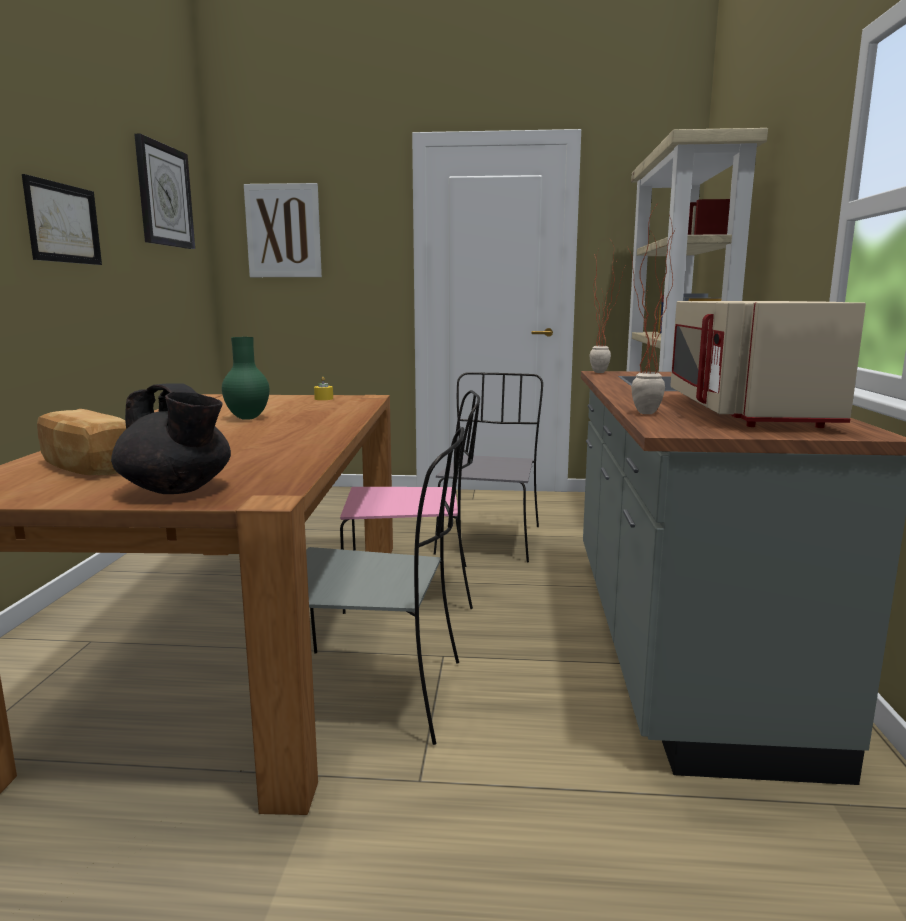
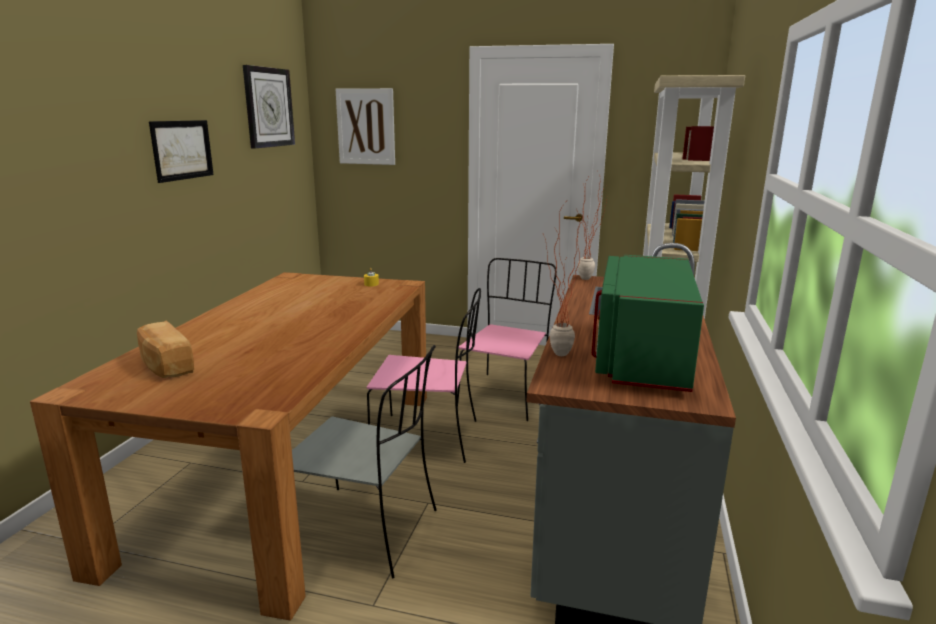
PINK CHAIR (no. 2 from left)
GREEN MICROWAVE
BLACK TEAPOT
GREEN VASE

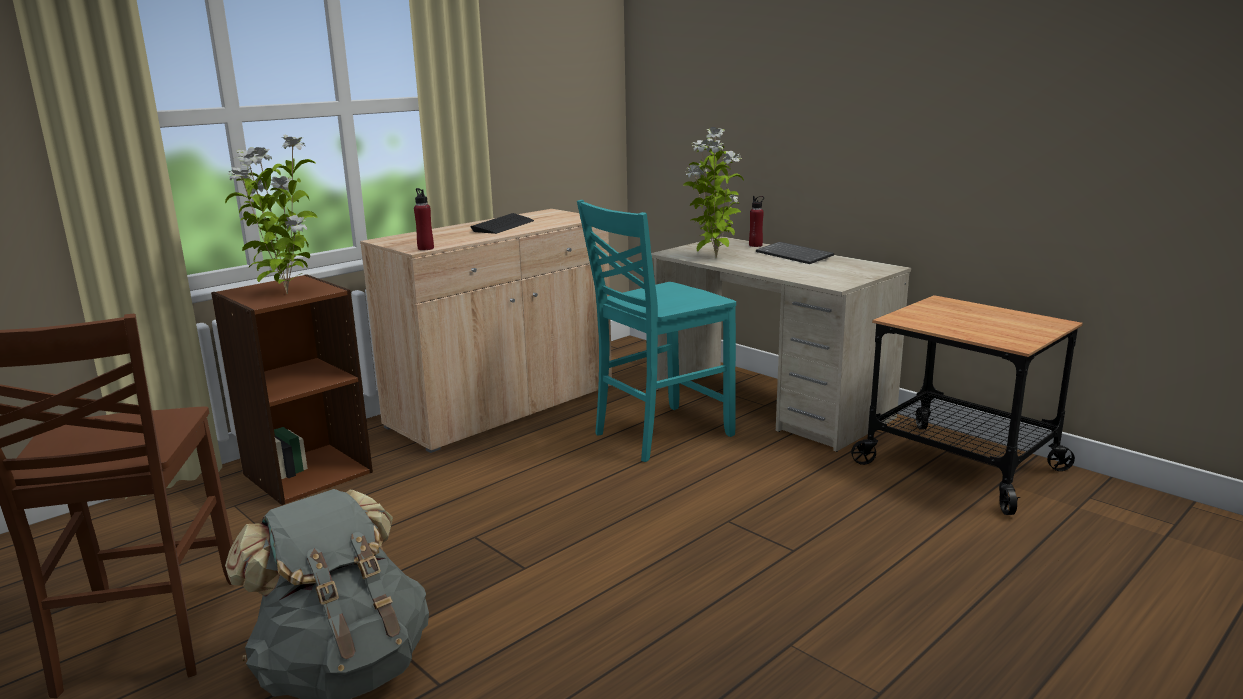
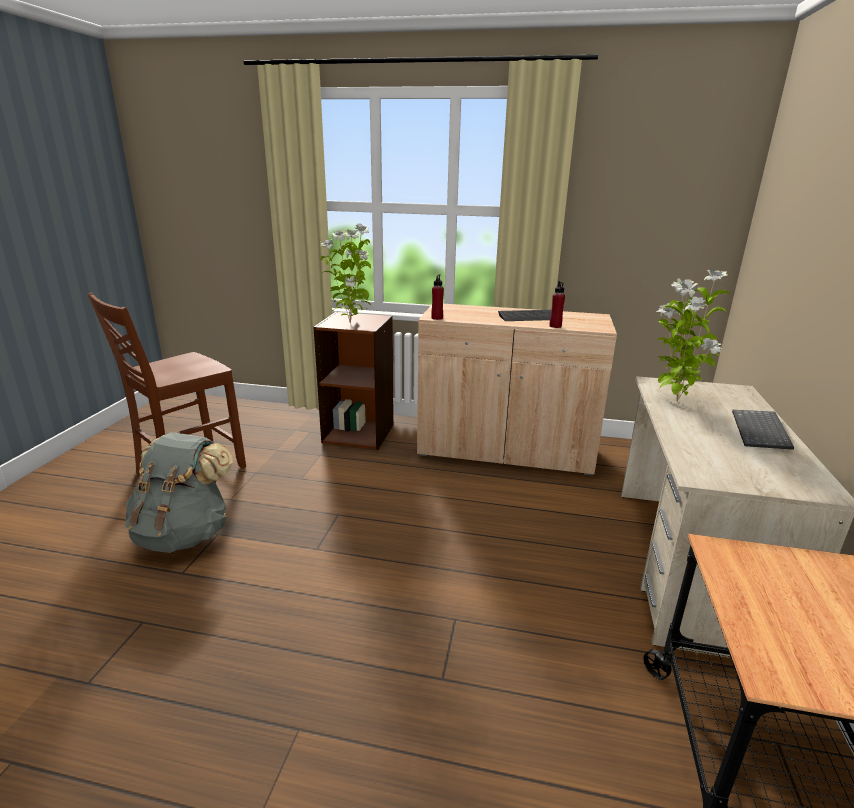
RED BOTTLE (no. 2 from left)
TURQUOISE CHAIR

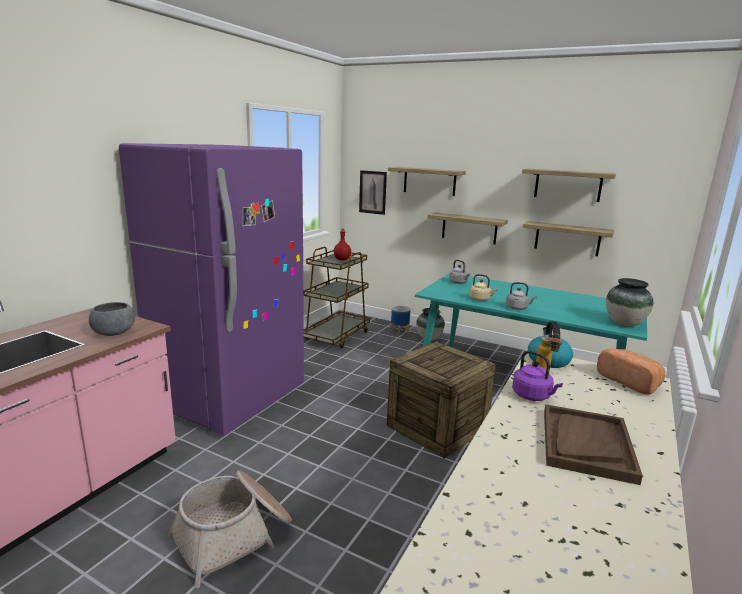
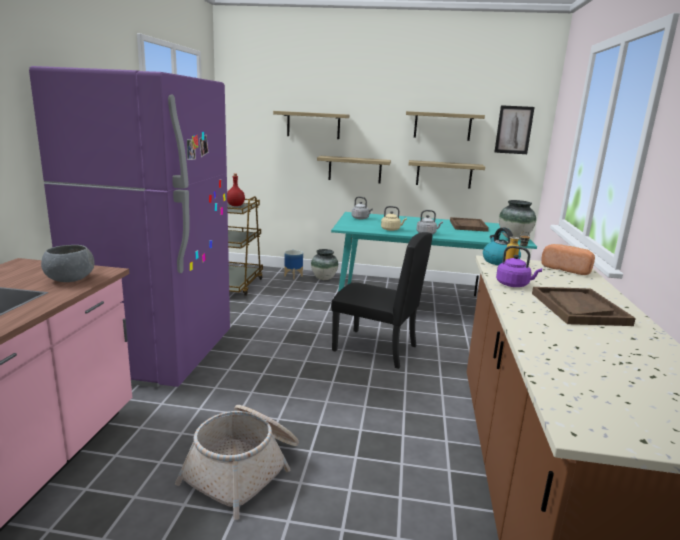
BLACK CHAIR
BROWN TRAY (no. 1 from left)
PICTURE

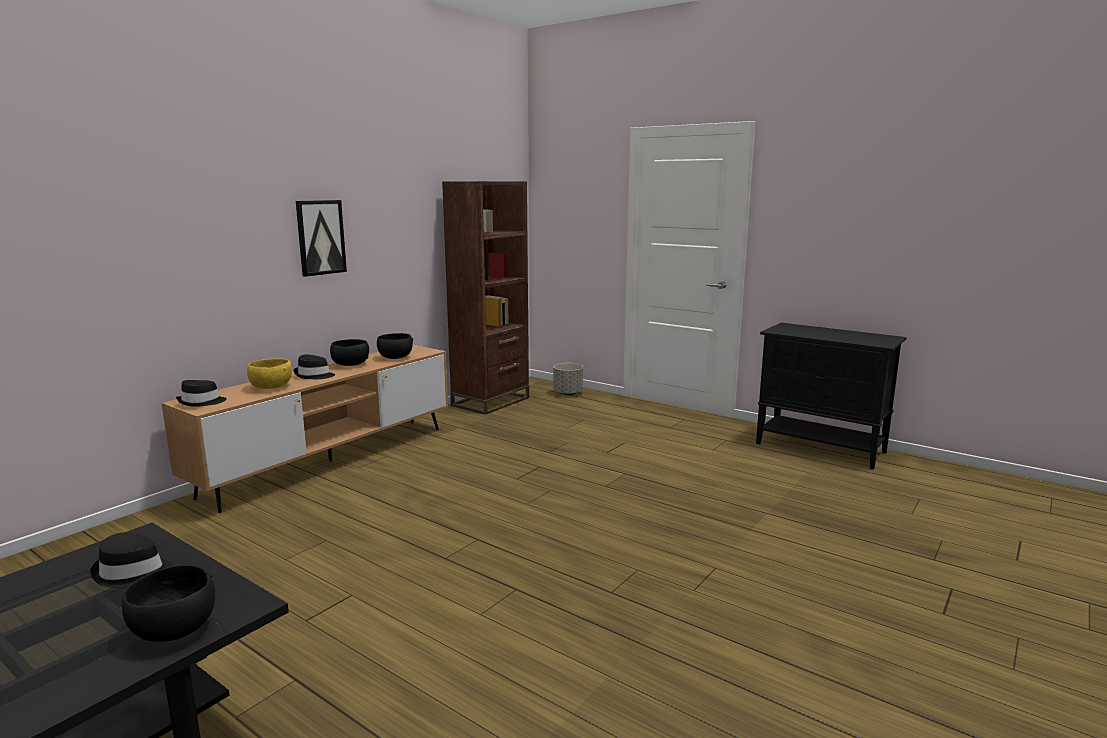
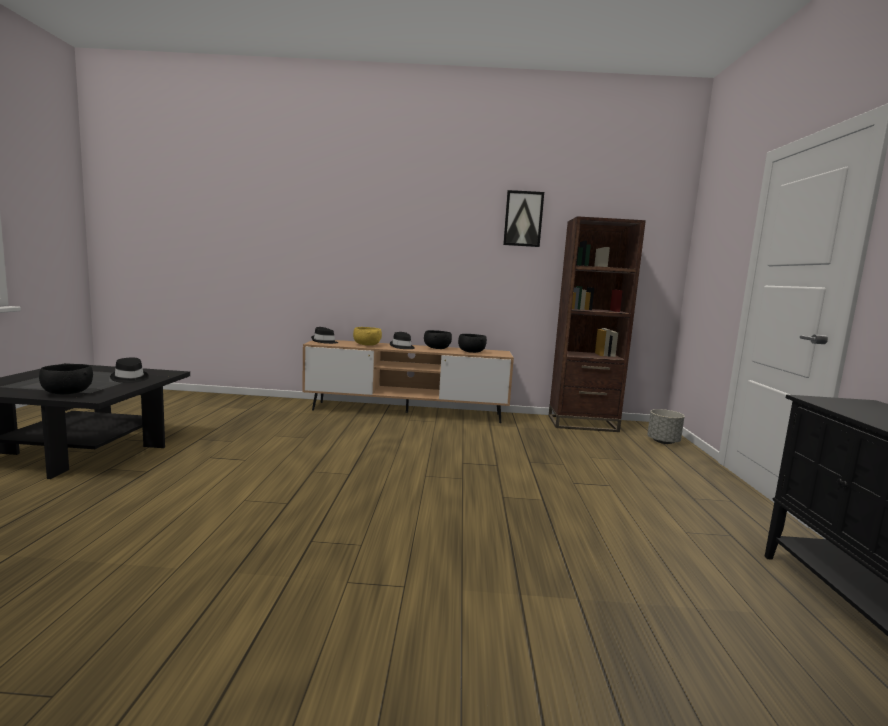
PICTURE

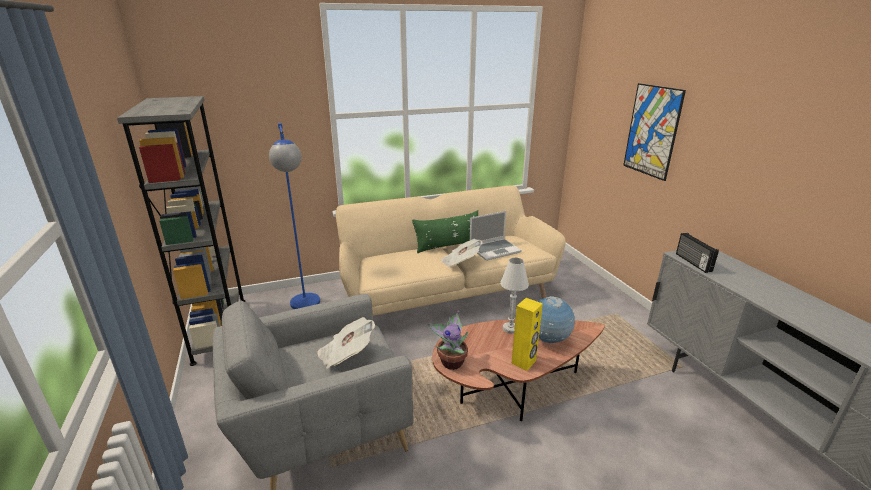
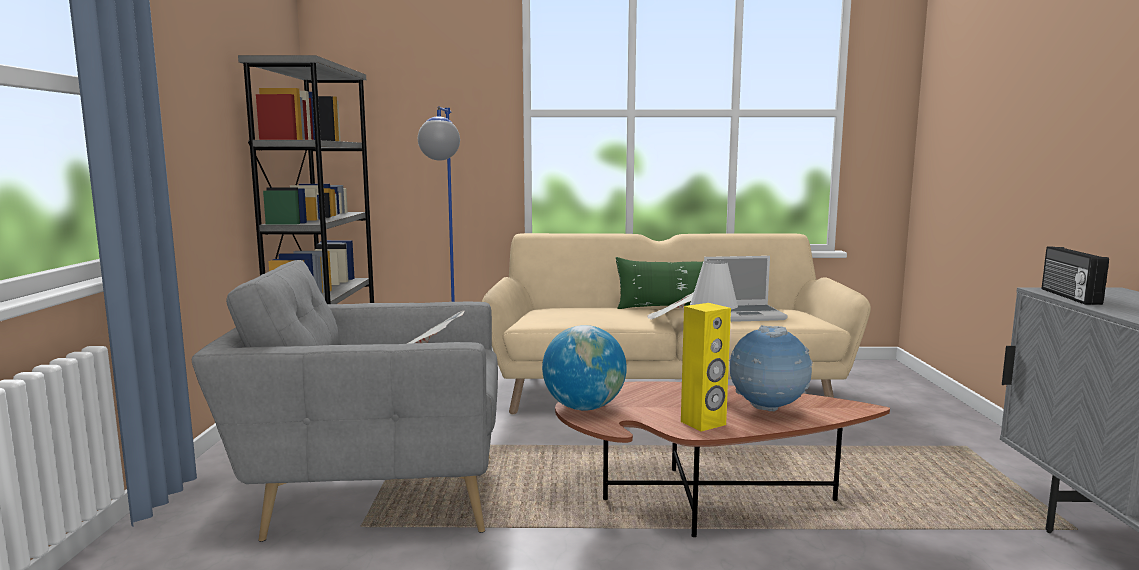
GLOBE (no. 1 from left)
PICTURE

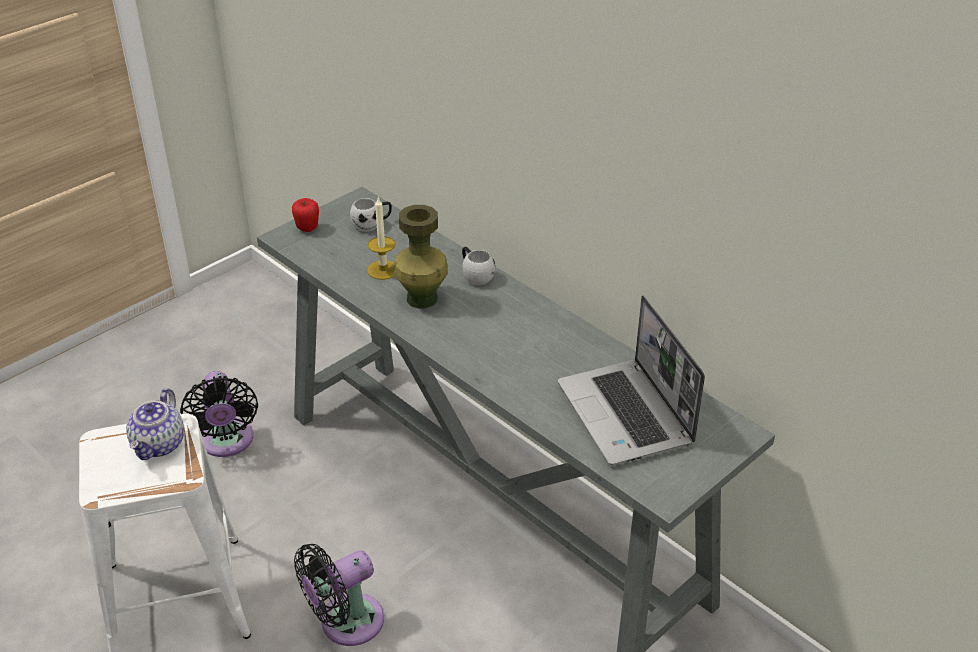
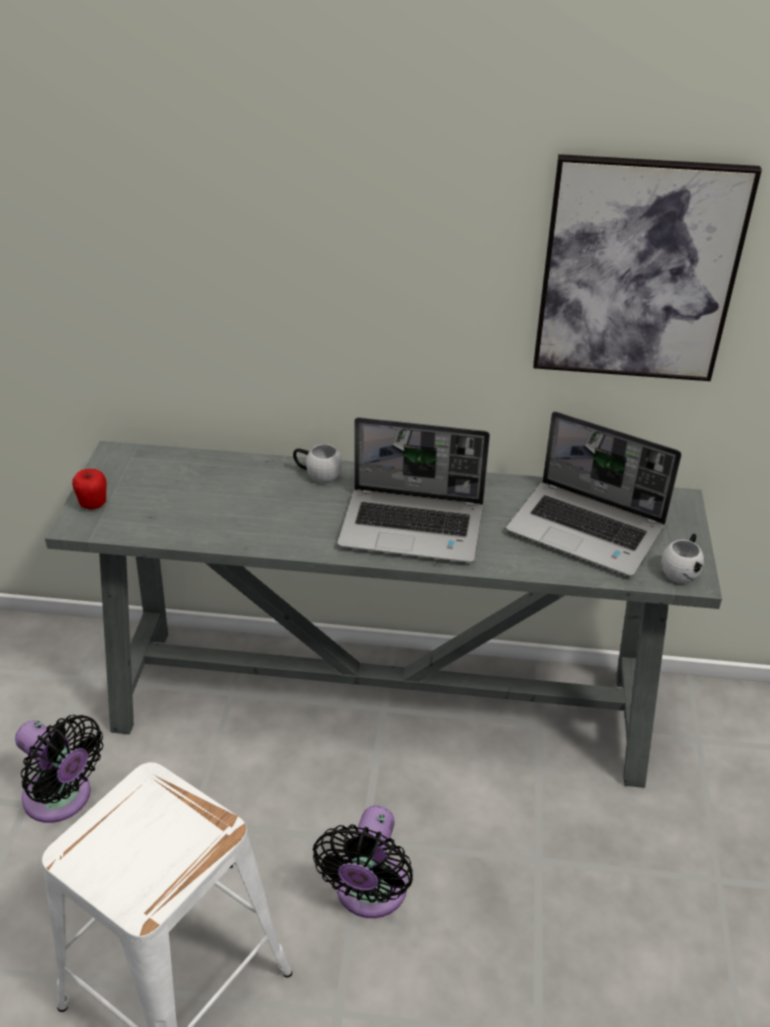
LAPTOP (no. 1 from left)
PICTURE
WHITE MUG (no. 2 from left)
TEAPOT
CANDLE
GREEN VASE

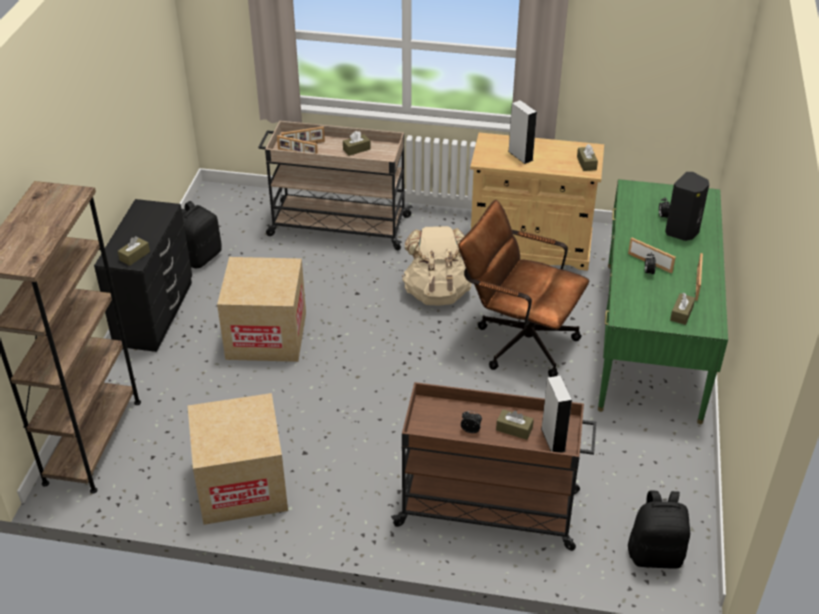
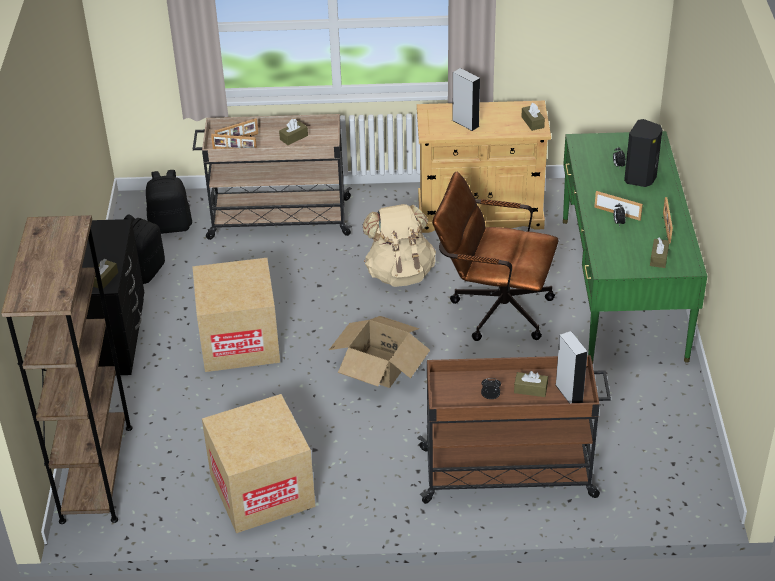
BLACK BACKPACK (no. 2 from left)
CARDBOARD BOX (no. 3 from left)

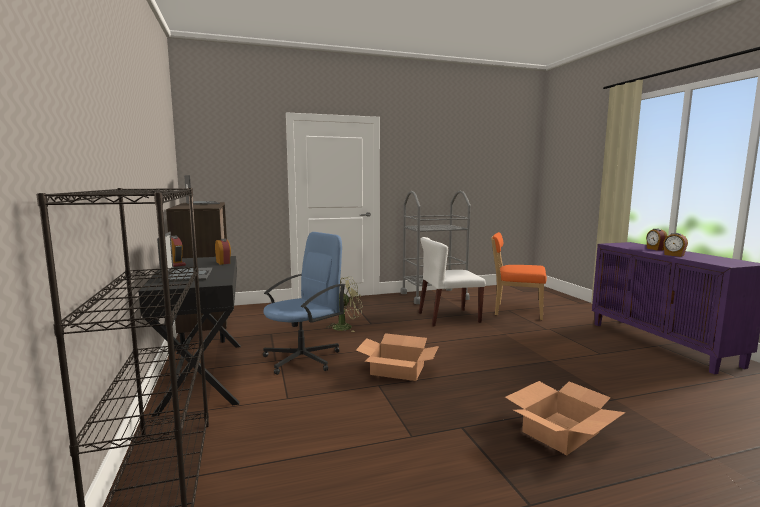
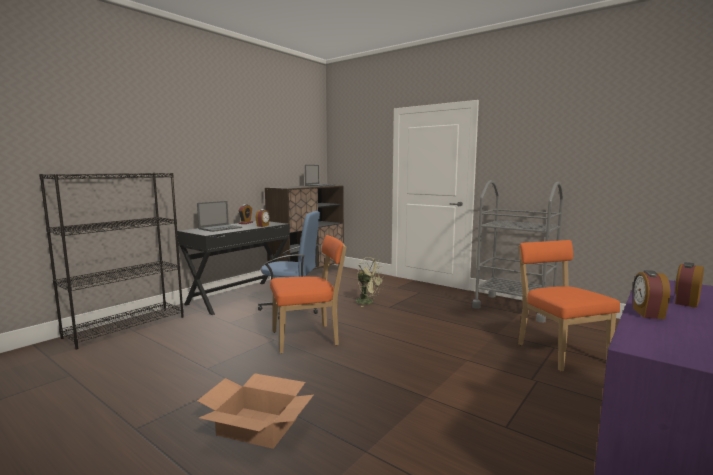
ORANGE CHAIR (no. 1 from left)
WHITE CHAIR

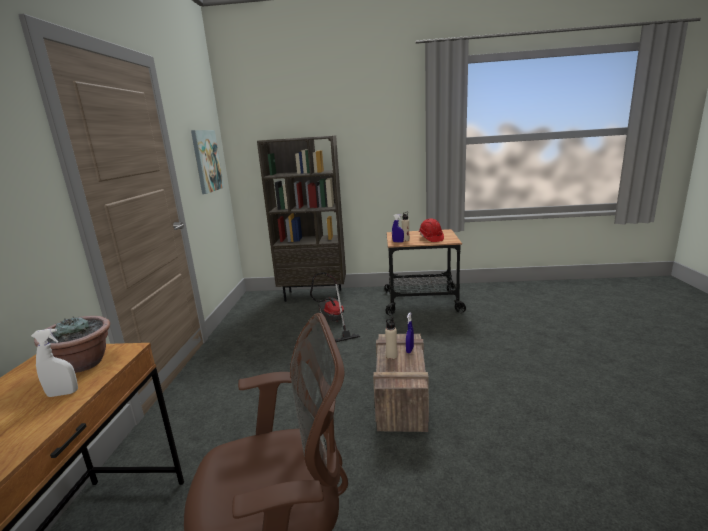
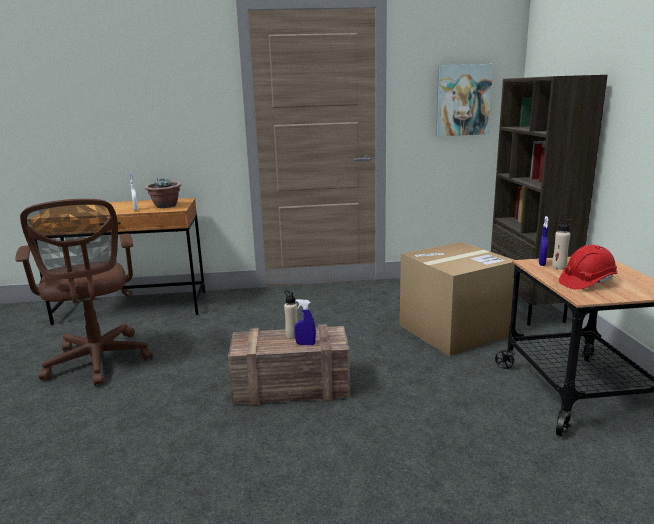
CARDBOARD BOX

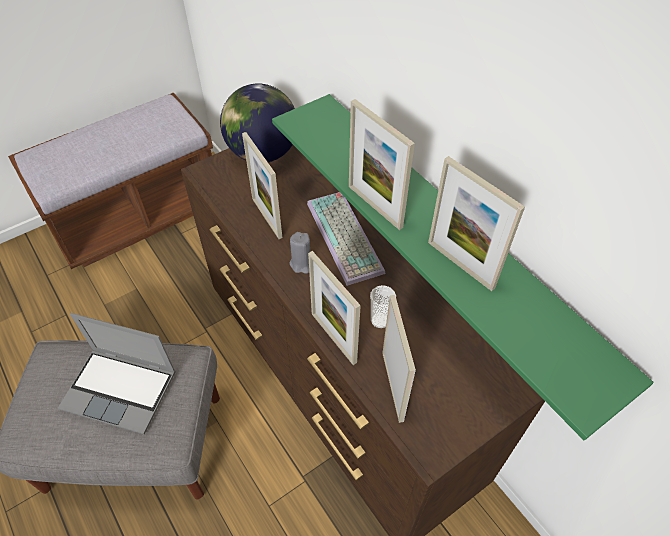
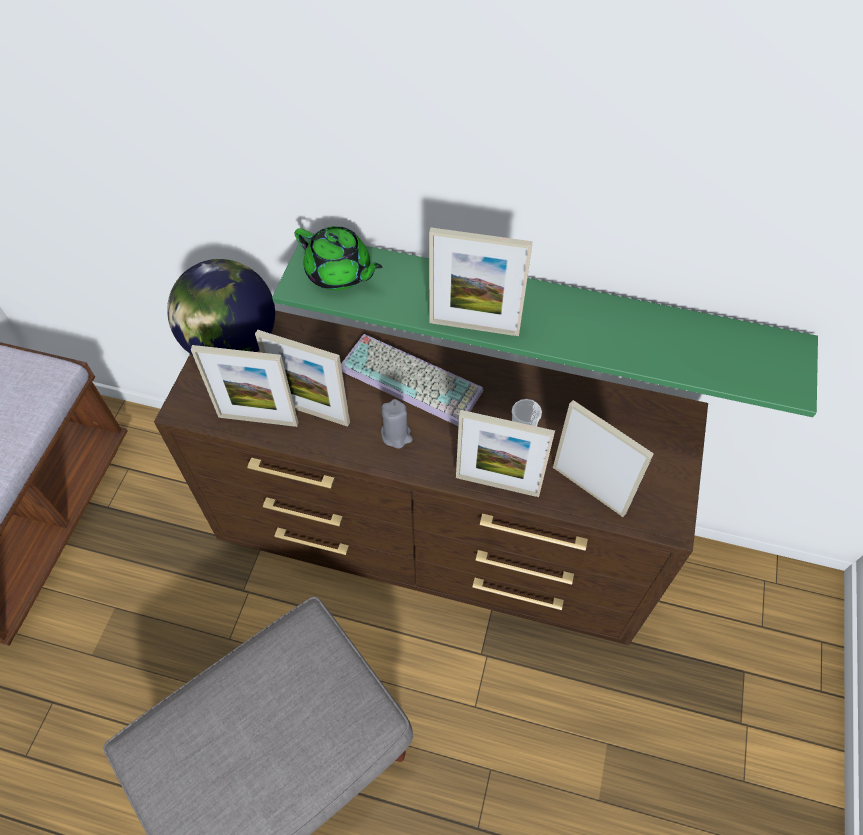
PICTURE FRAME (no. 1 from left)
GREEN TEAPOT
LAPTOP

